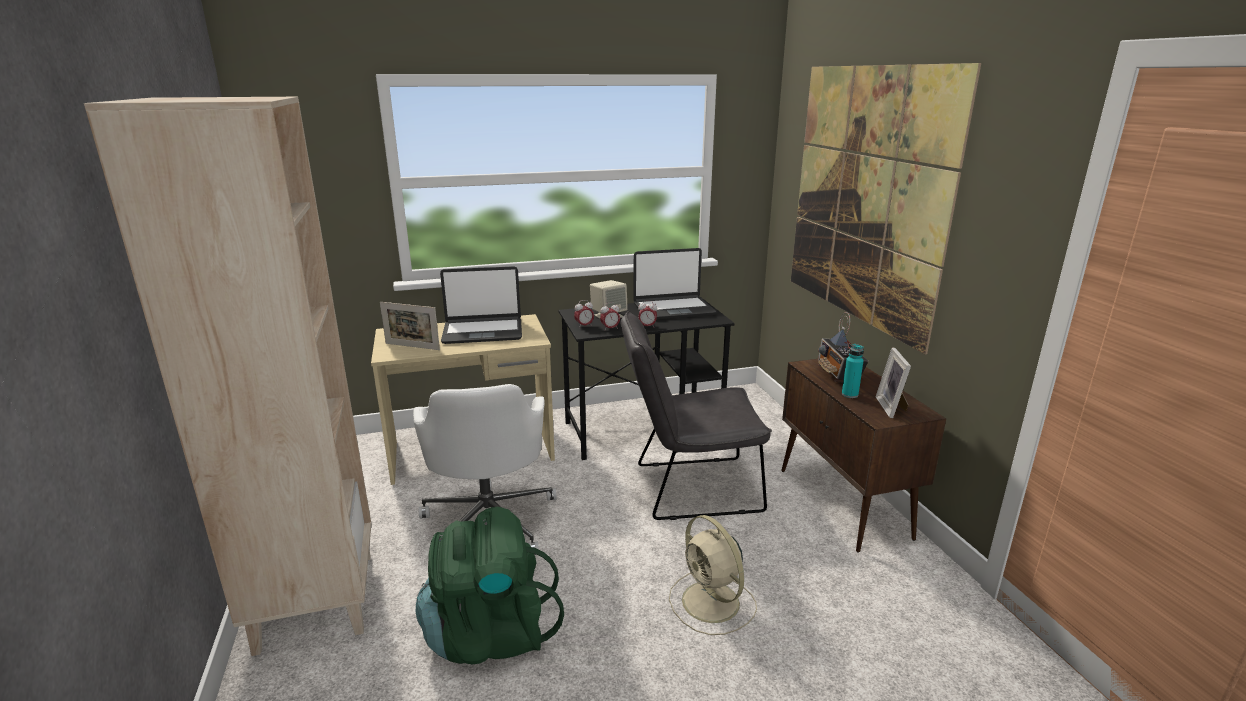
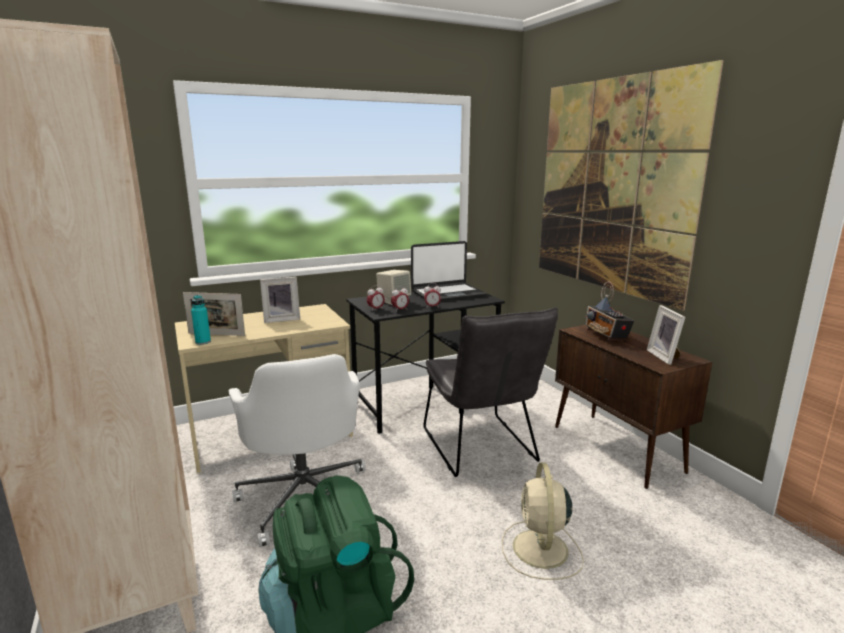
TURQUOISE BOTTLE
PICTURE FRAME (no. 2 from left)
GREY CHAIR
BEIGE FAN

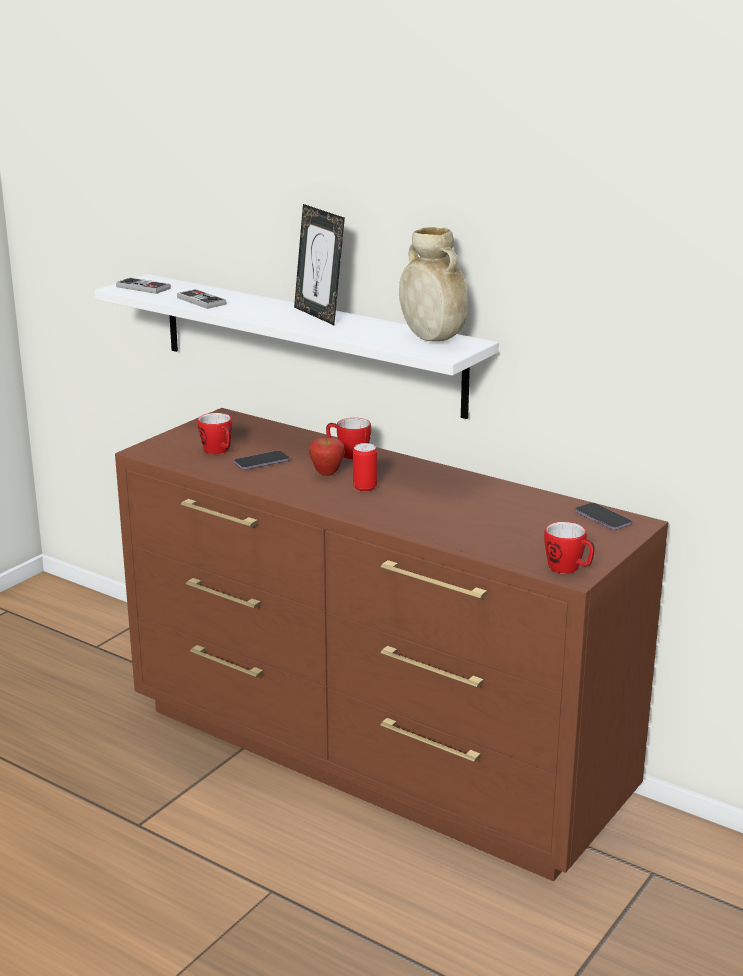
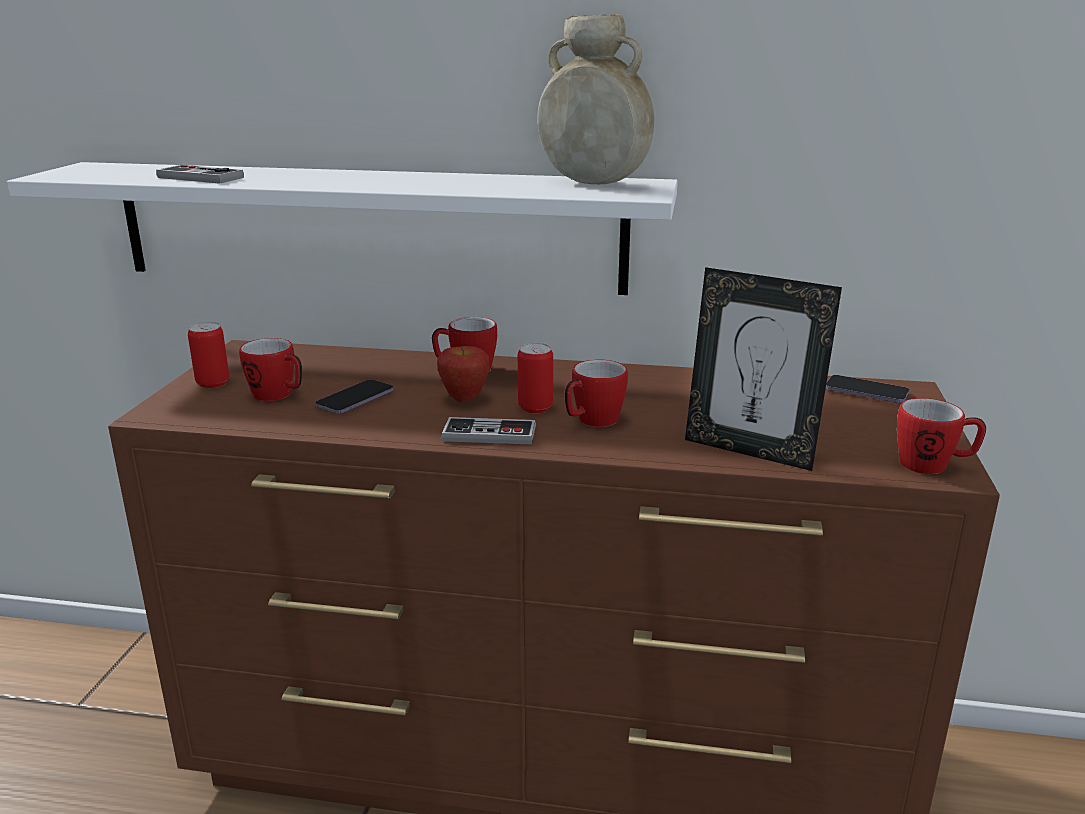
CAN (no. 1 from left)
GAME CONTROLLER (no. 2 from left)
MUG (no. 3 from left)
PICTURE FRAME

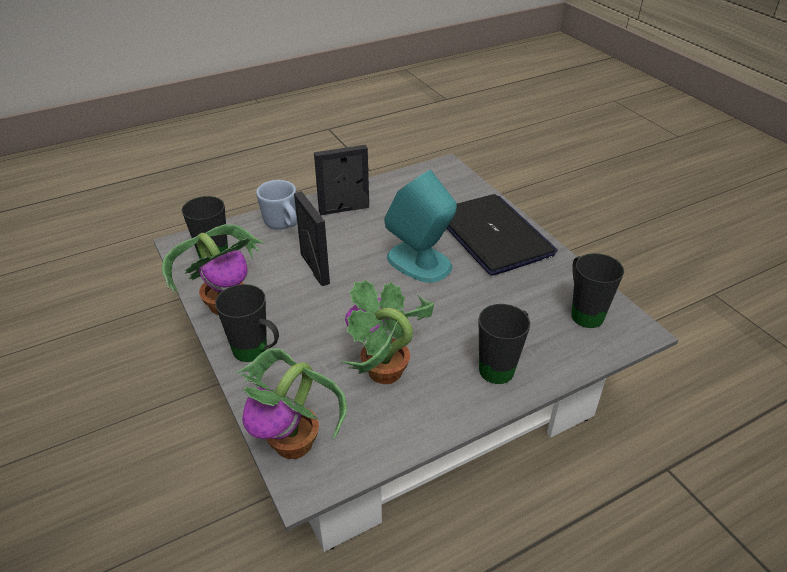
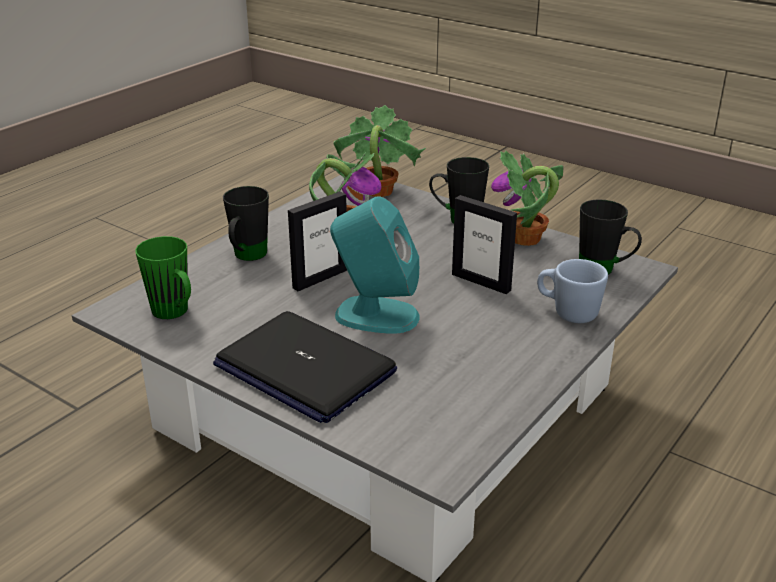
GREEN MUG
PICTURE FRAME (no. 1 from left)

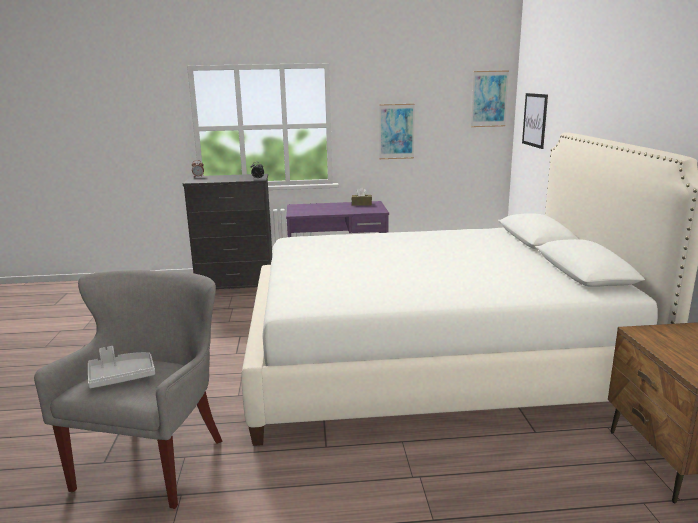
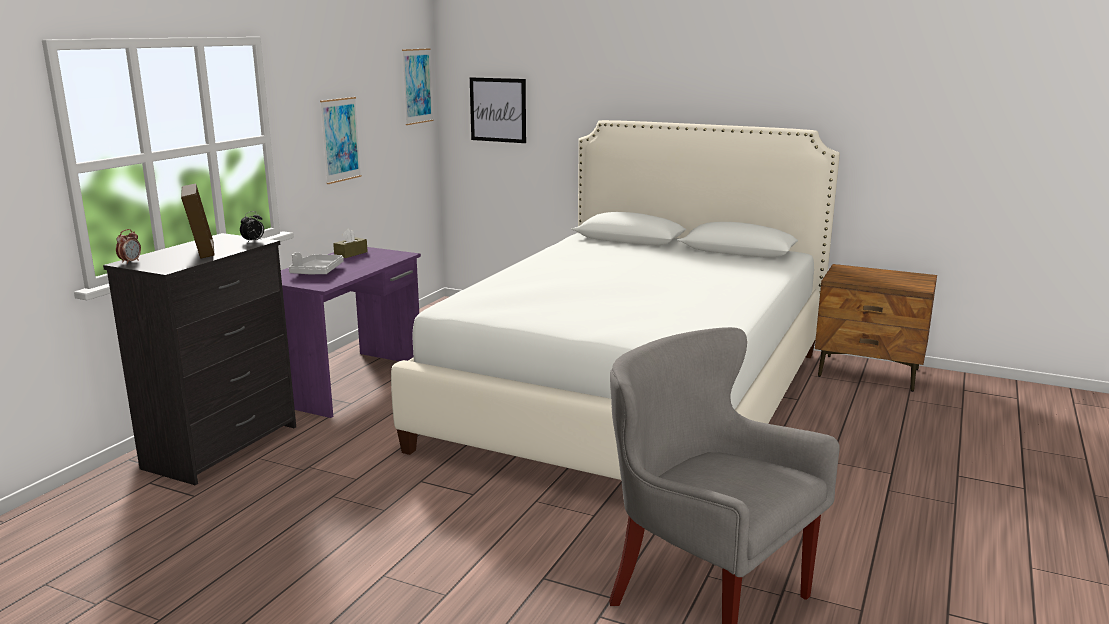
PICTURE FRAME
GREY TRAY

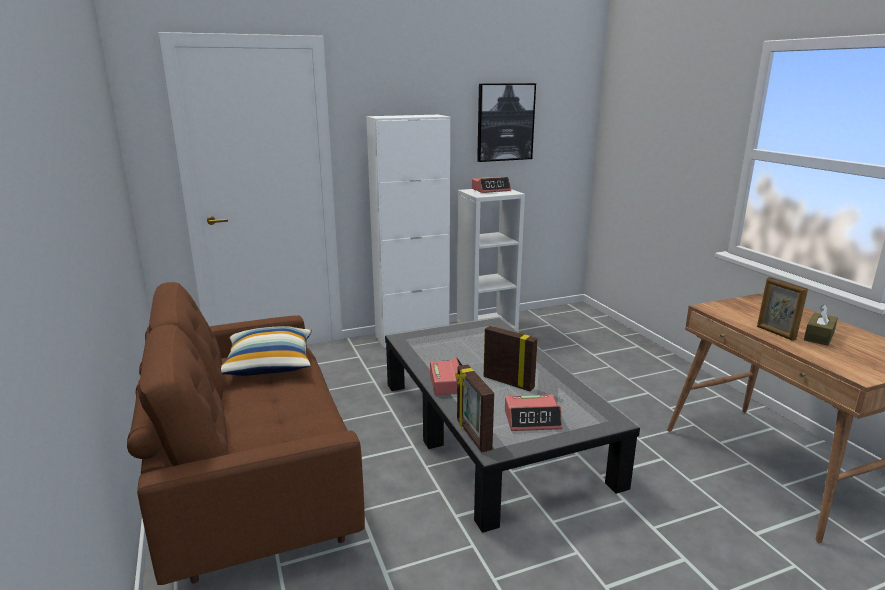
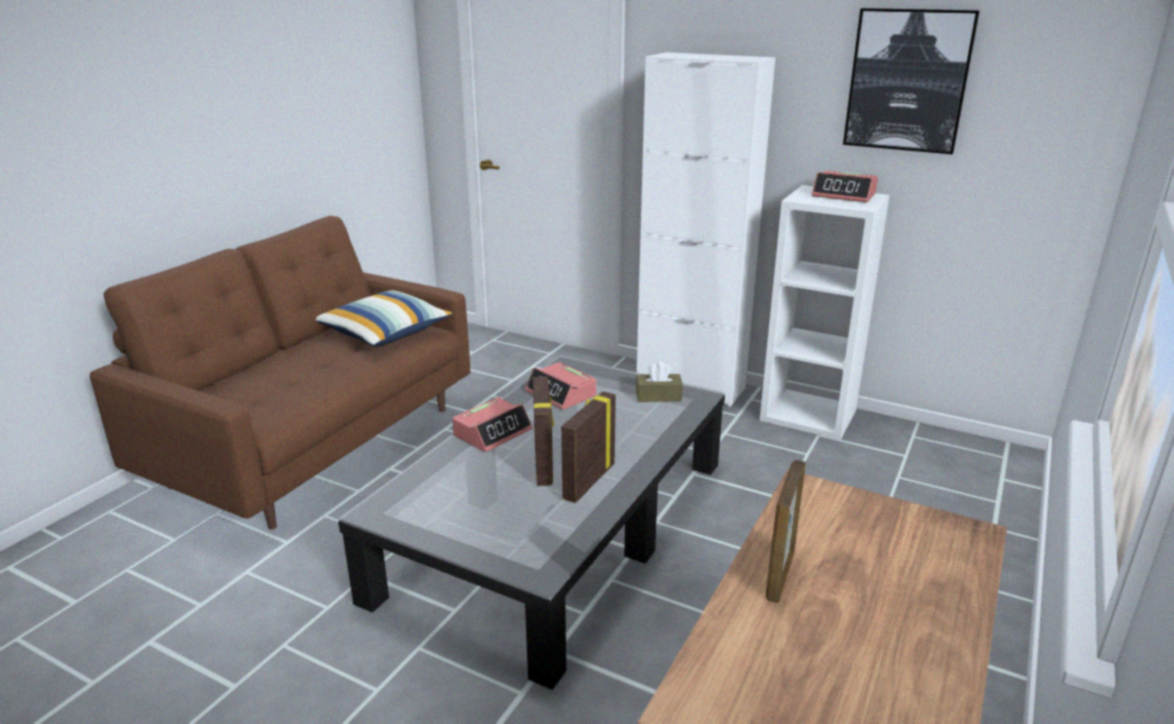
ALARM CLOCK (no. 2 from left)
PICTURE FRAME (no. 2 from left)
BROWN TISSUE BOX

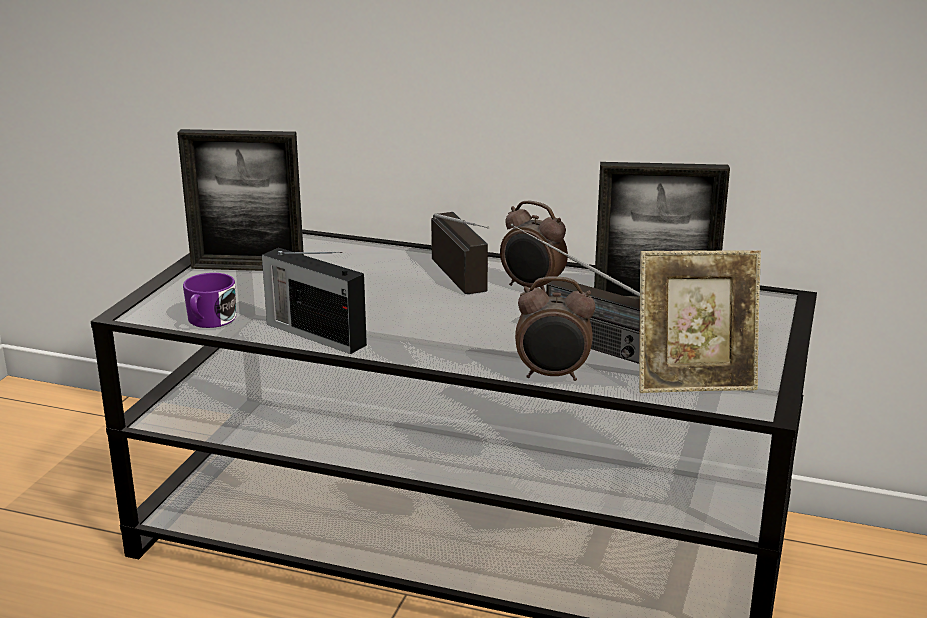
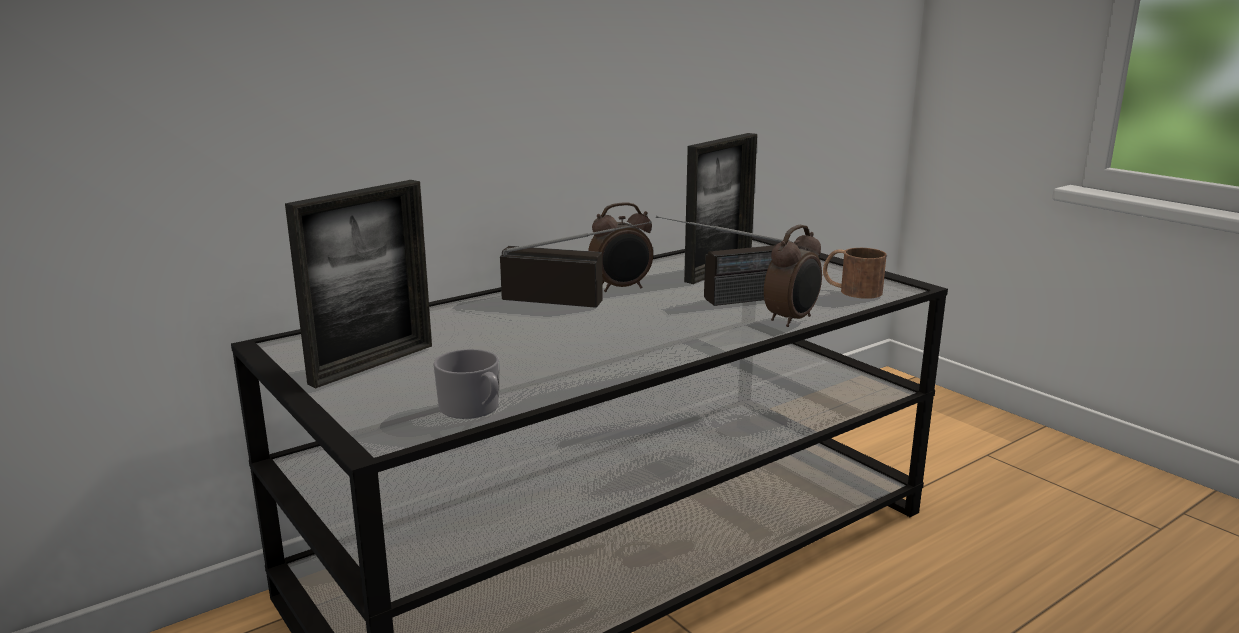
GREY MUG
BROWN MUG
RADIO (no. 1 from left in the first image)

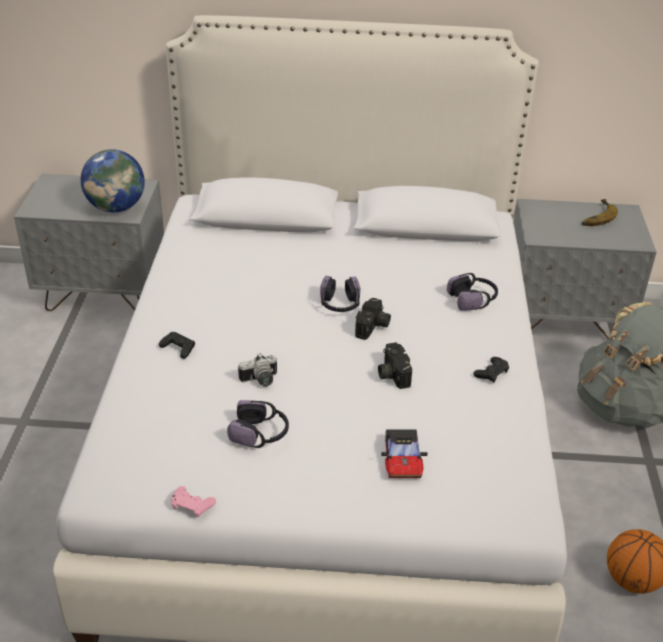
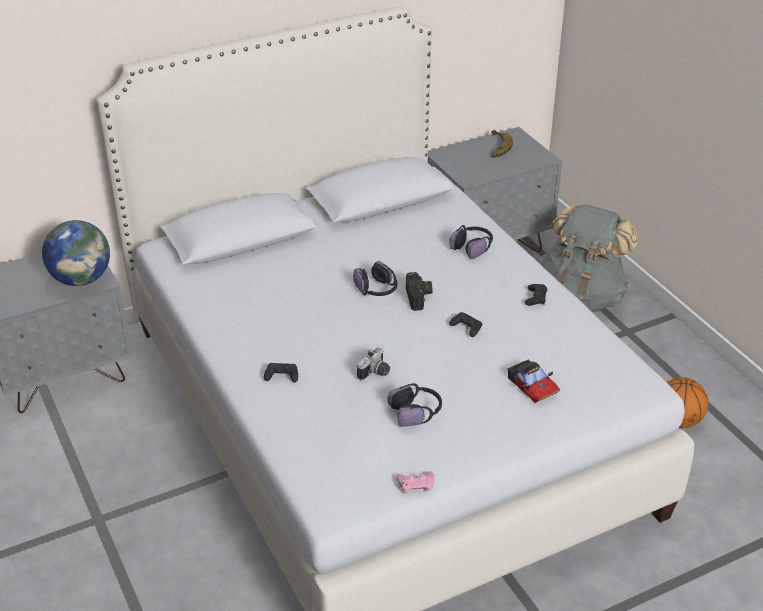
BLACK GAME CONTROLLER (no. 2 from left)

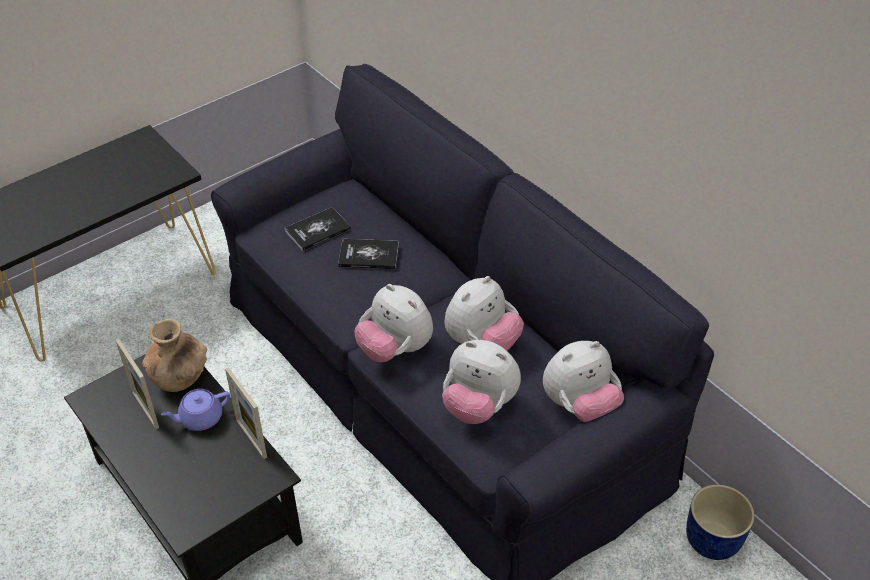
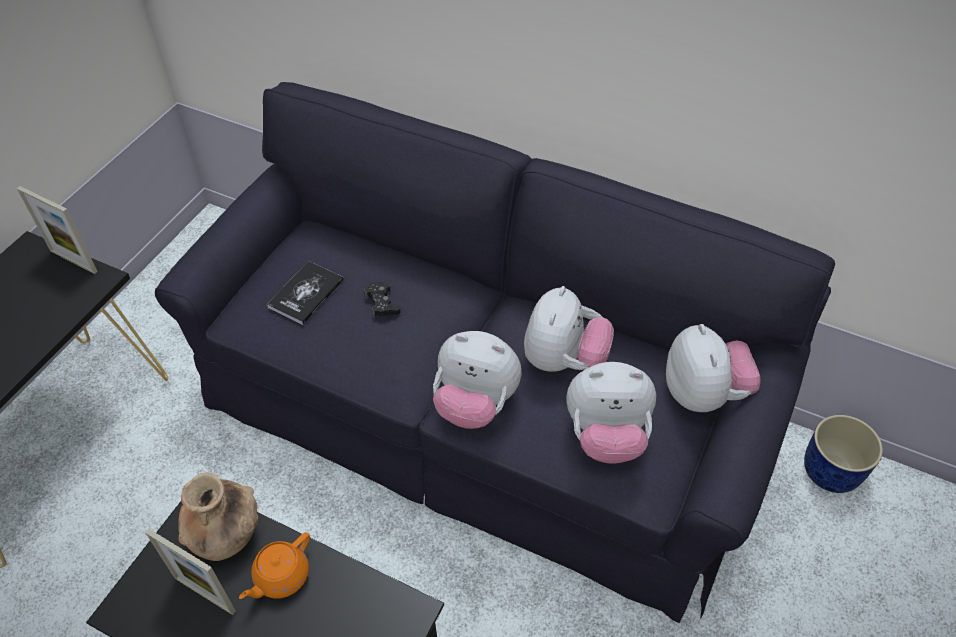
PICTURE FRAME (no. 1 from left)
ORANGE TEAPOT
BLACK GAME CONTROLLER
PLUSH TOY (no. 4 from left)

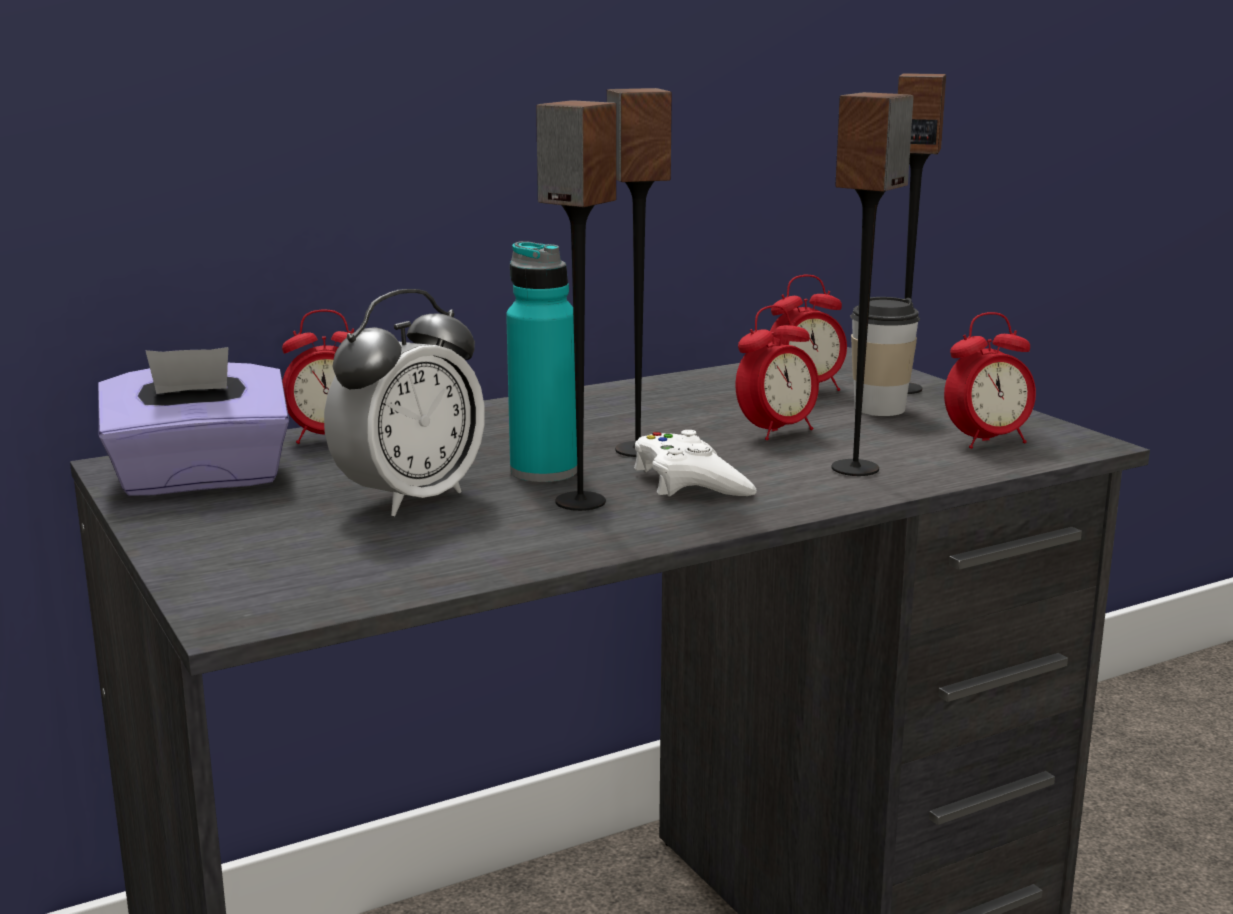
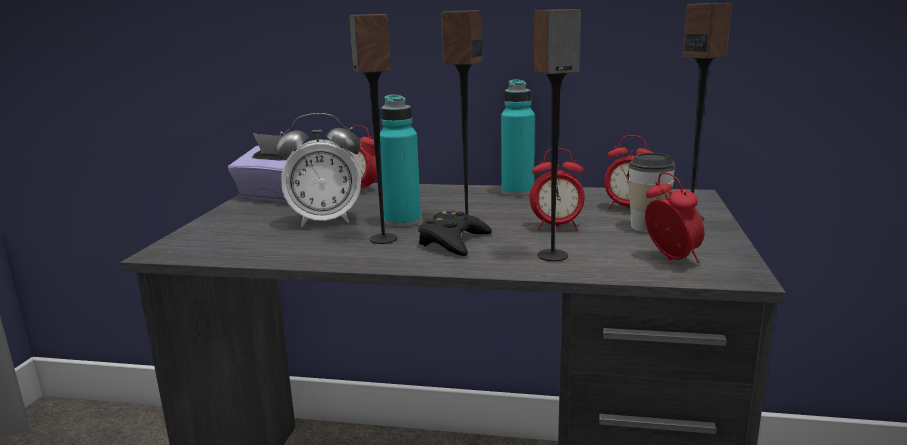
BLACK GAME CONTROLLER
TURQUOISE BOTTLE (no. 2 from left)
ALARM CLOCK (no. 5 from left)

